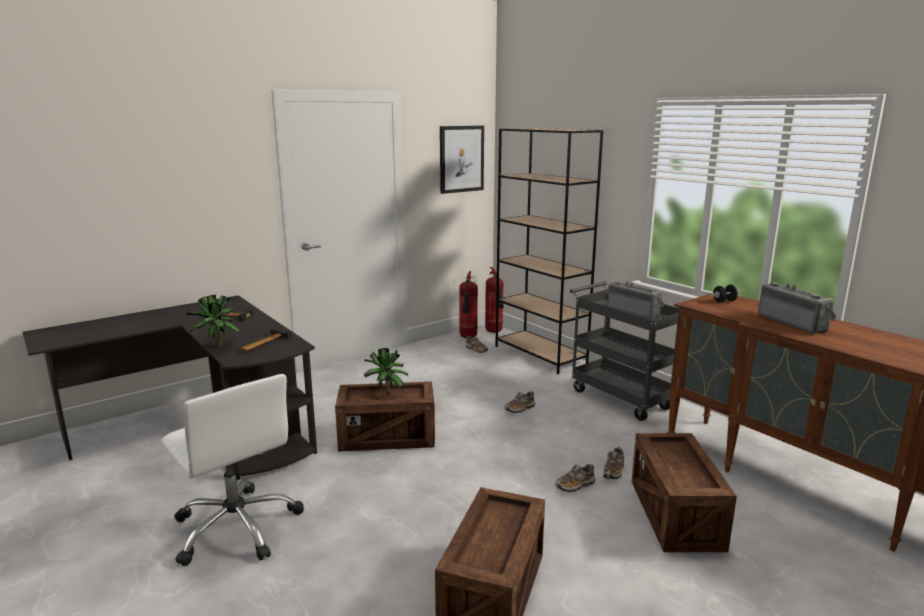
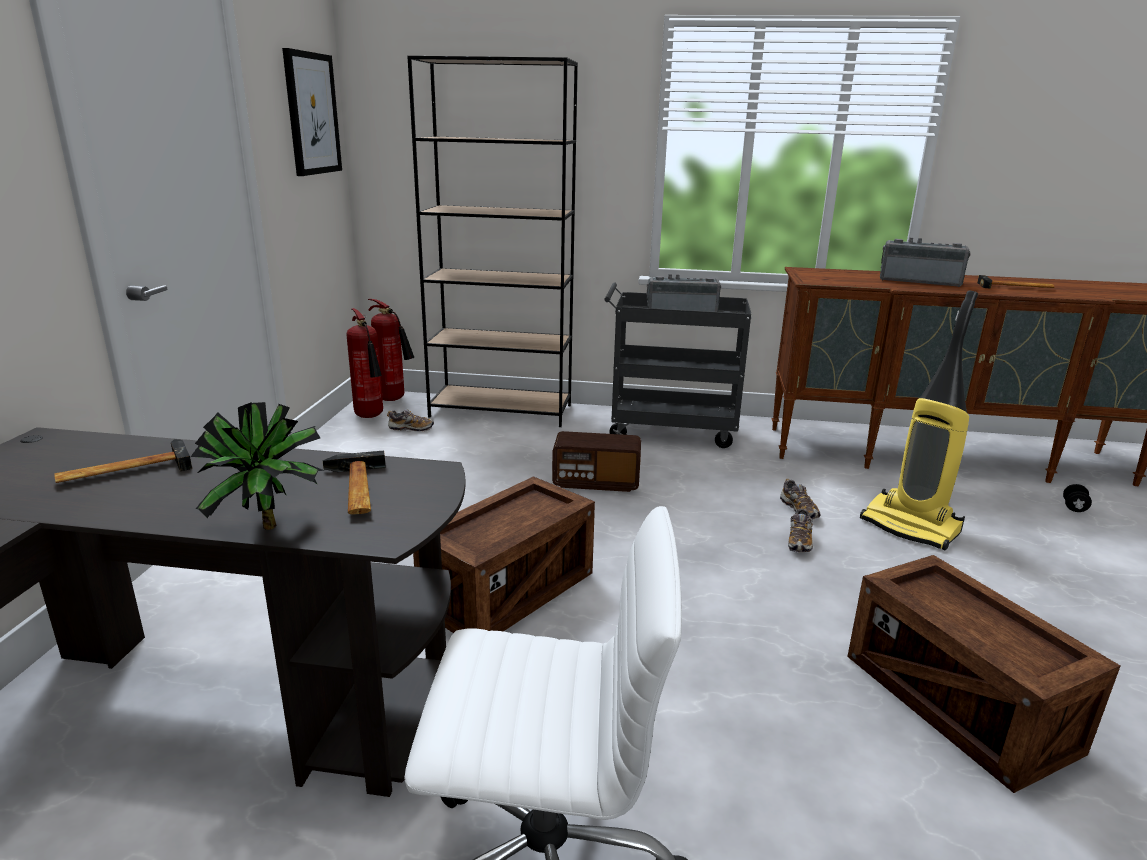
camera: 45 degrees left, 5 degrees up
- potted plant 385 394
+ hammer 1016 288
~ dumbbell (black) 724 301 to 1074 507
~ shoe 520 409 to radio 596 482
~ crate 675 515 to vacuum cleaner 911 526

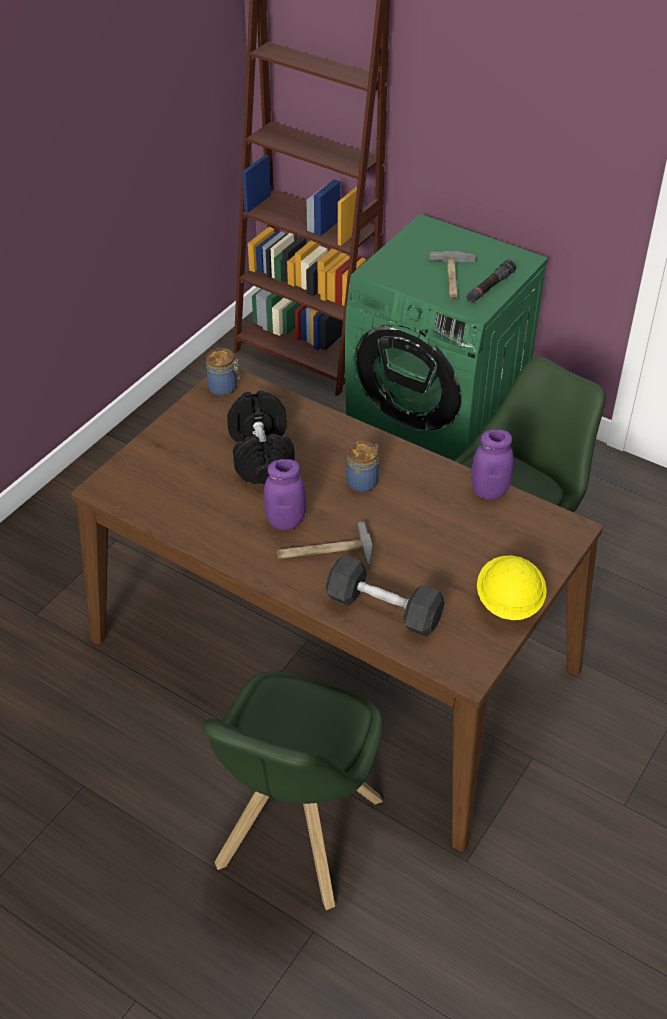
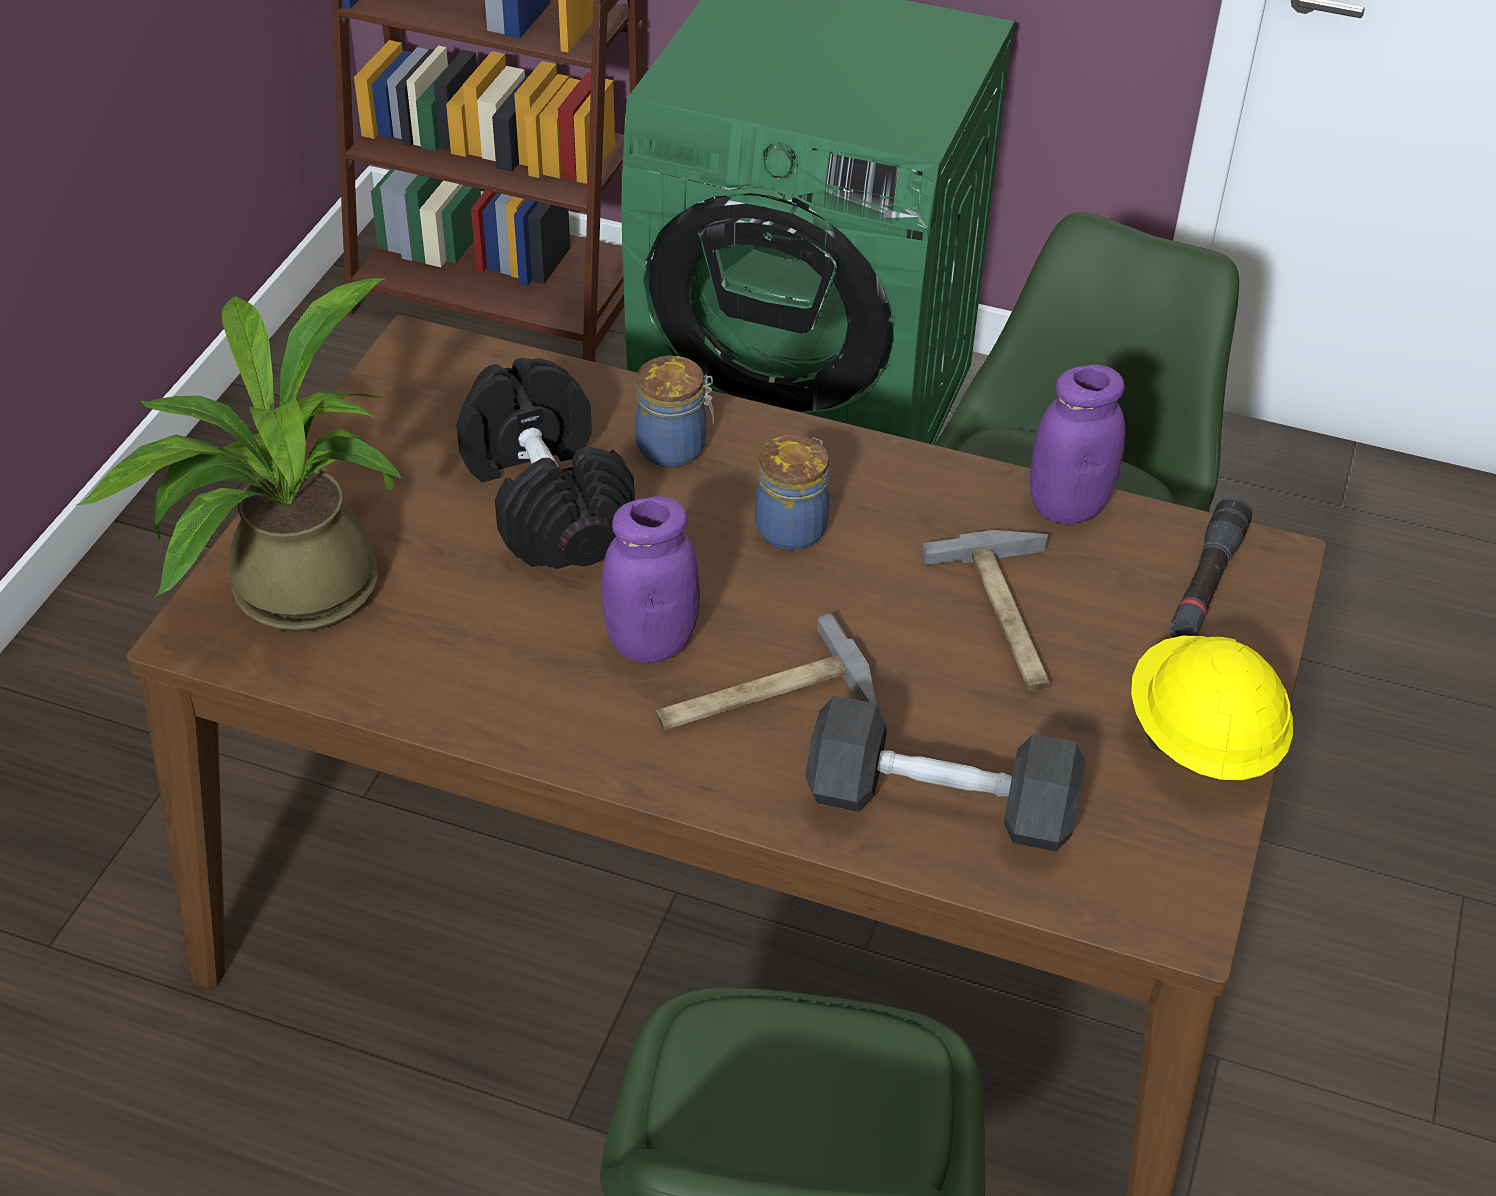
camera: 15 degrees left, 0 degrees up
+ potted plant 287 593
~ jar 224 388 to 674 448
~ hammer 453 278 to 1010 616
~ flashlight (black) 490 287 to 1206 583

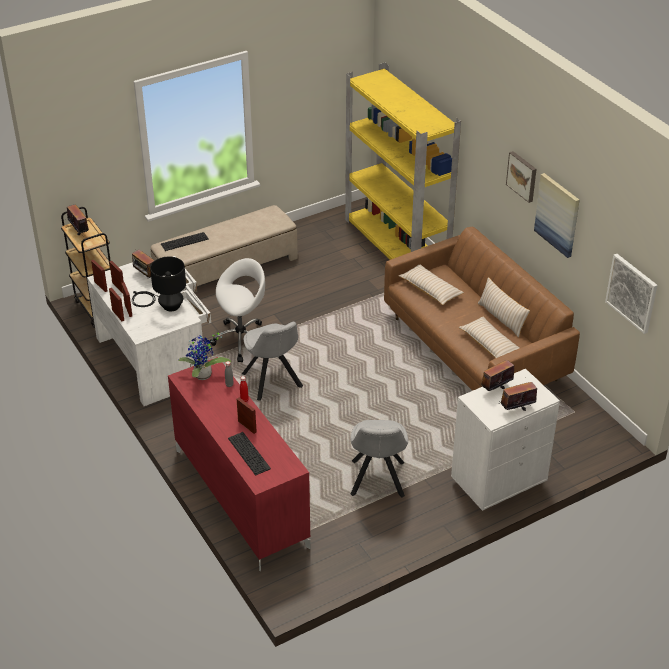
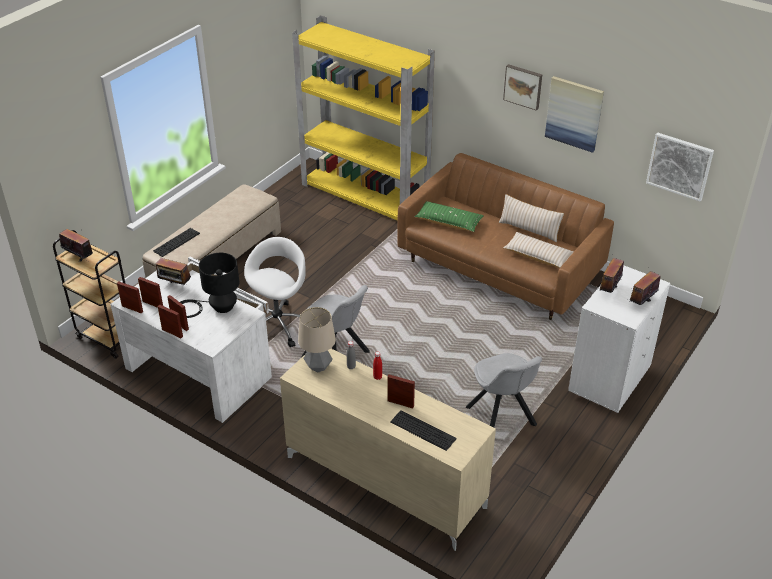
camera: 25 degrees left, 0 degrees up
~ potted plant 203 377 to table lamp 318 367
~ dresser (red) 240 498 to dresser (beige) 384 482
~ pillow (beige) 430 290 to pillow (green) 448 222

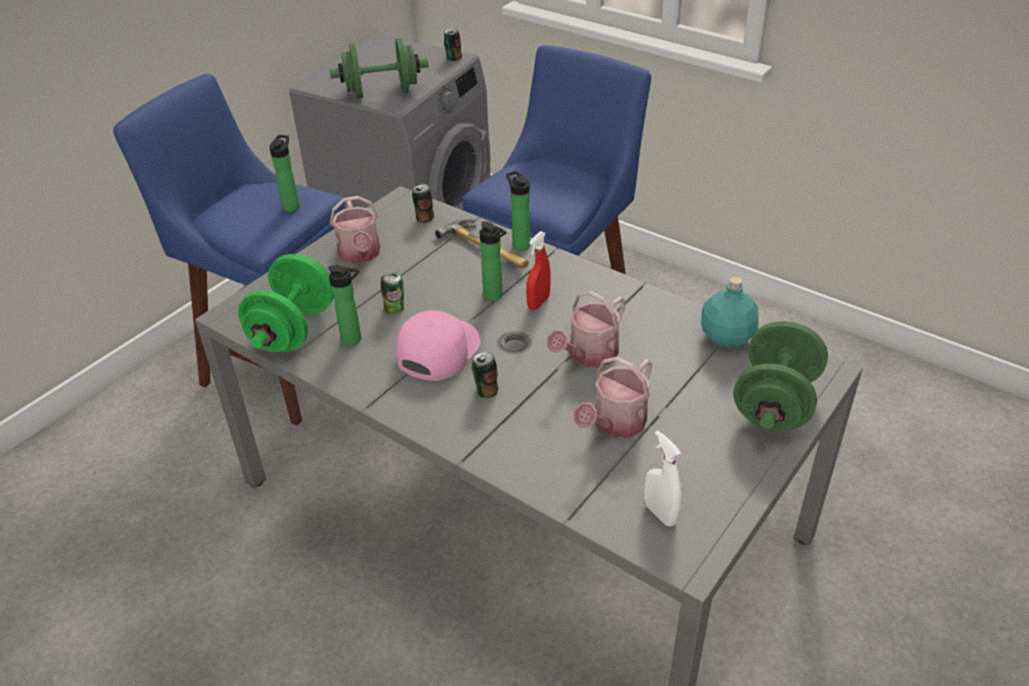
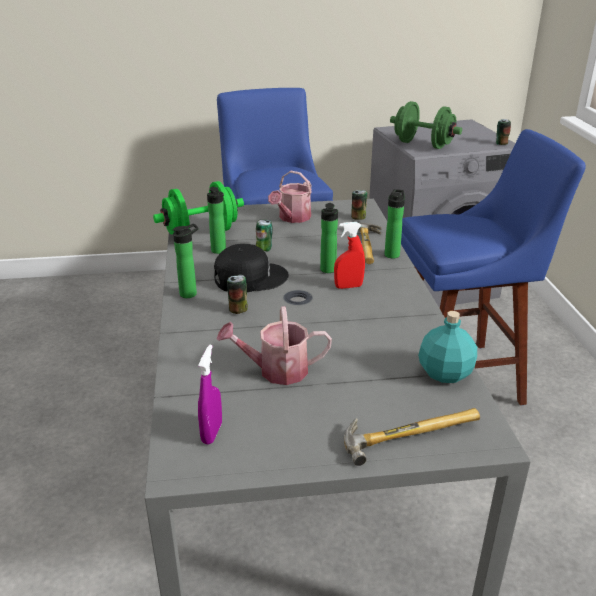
camera: 45 degrees right, 10 degrees down
- watering can 588 355
~ bottle 292 206 to 190 293
~ dumbbell (green) 775 403 to hammer 407 432
~ cap (pink) 437 350 to cap (black) 250 277
~ spray bottle (white) 660 514 to spray bottle (purple) 212 433

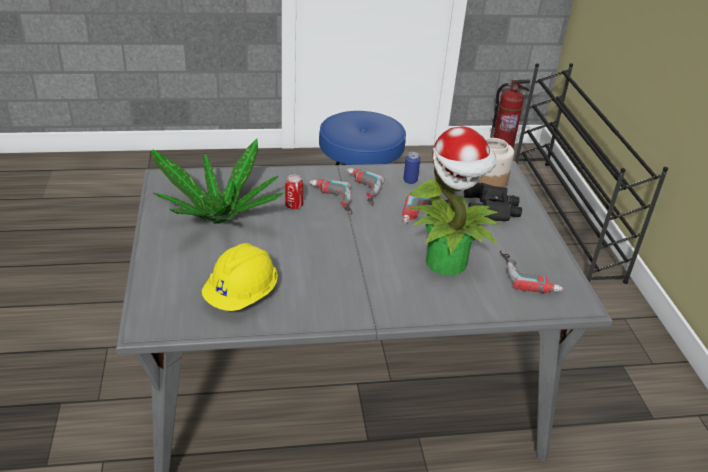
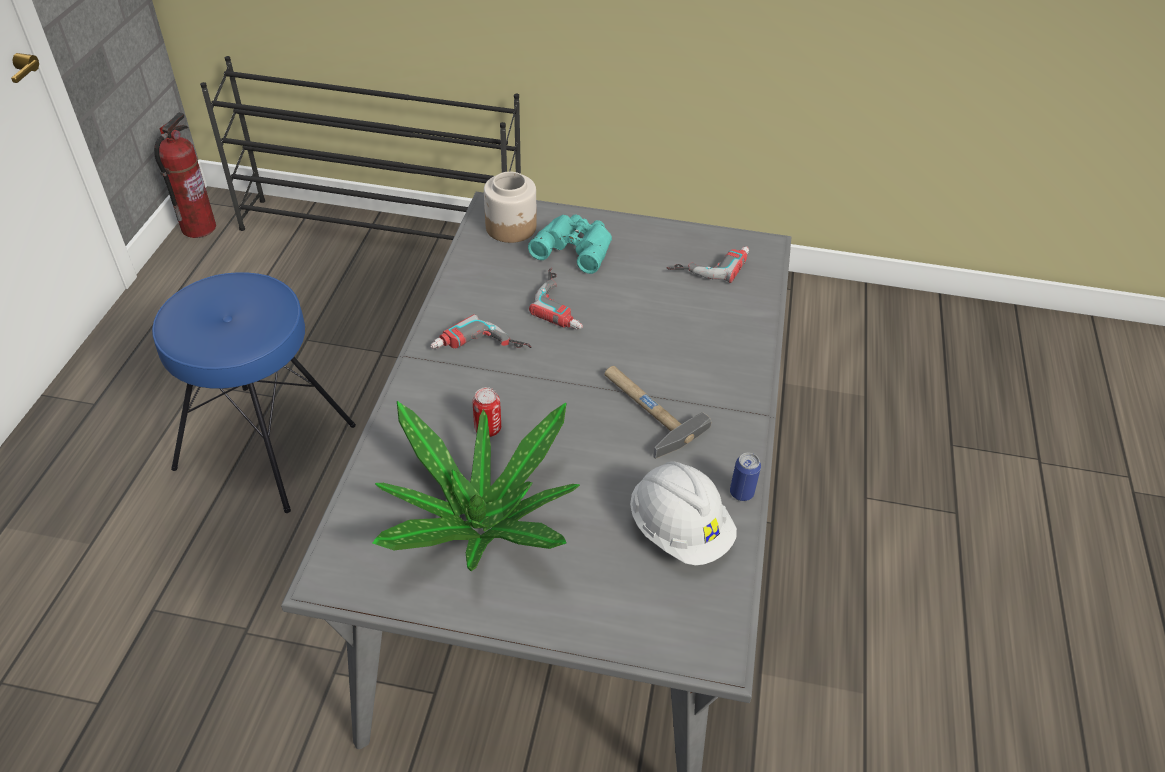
camera: 70 degrees left, 10 degrees up
- power drill 330 201
- potted plant 447 263
+ hammer 645 410
~ can 410 181 to 741 493
~ hard hat (yellow) 242 296 to hard hat (white) 679 530
~ binoculars (black) 492 209 to binoculars (turquoise) 575 247

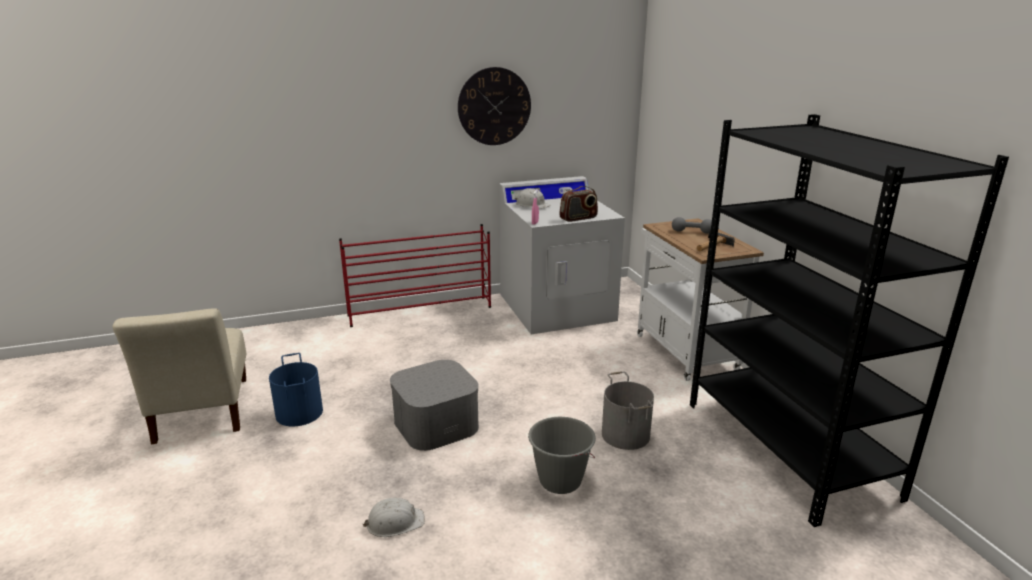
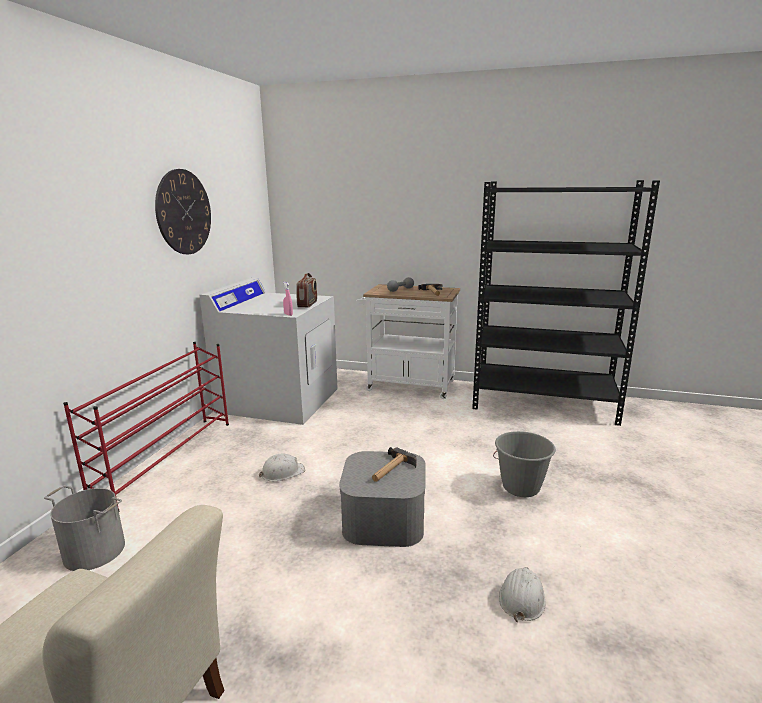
camera: 55 degrees left, 5 degrees down
- bucket (blue) 300 412
+ hammer 391 469
~ hard hat (white) 532 205 to 282 472
~ bucket (grey) 625 435 to 93 551

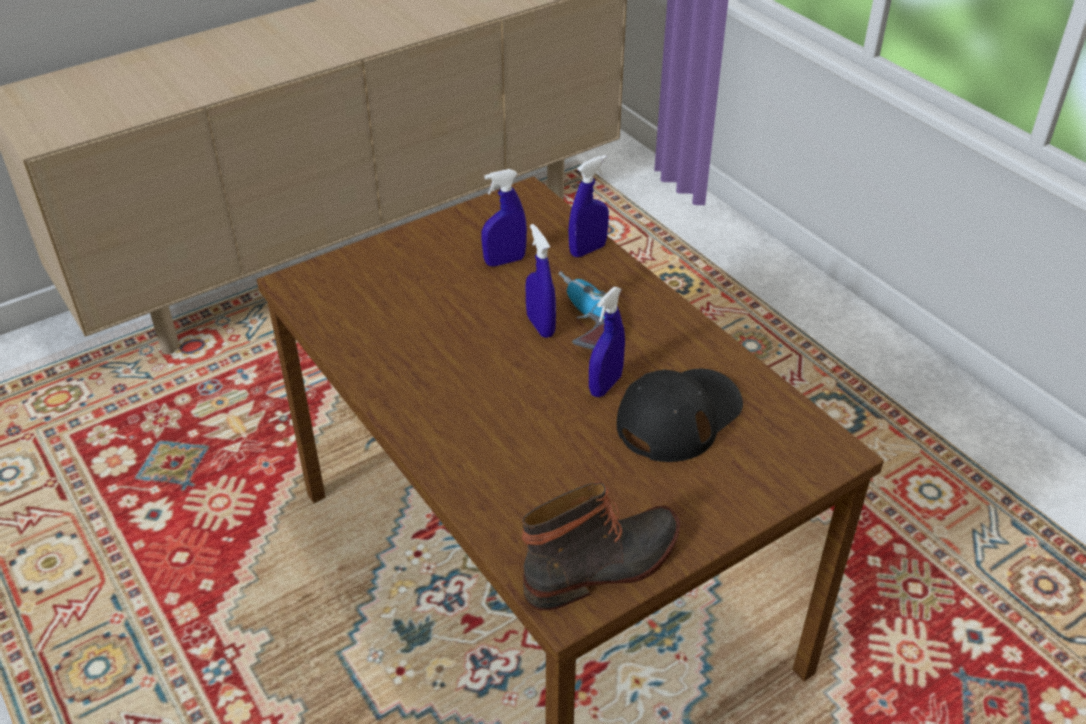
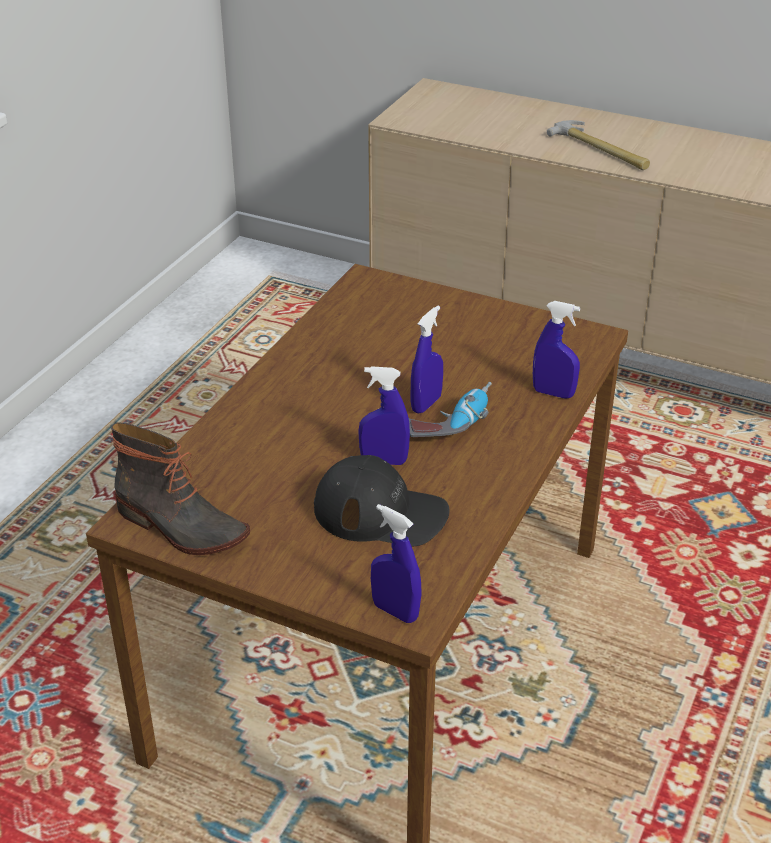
camera: 60 degrees right, 5 degrees down
+ hammer 600 150
~ spray bottle (blue) 504 261 to 395 611

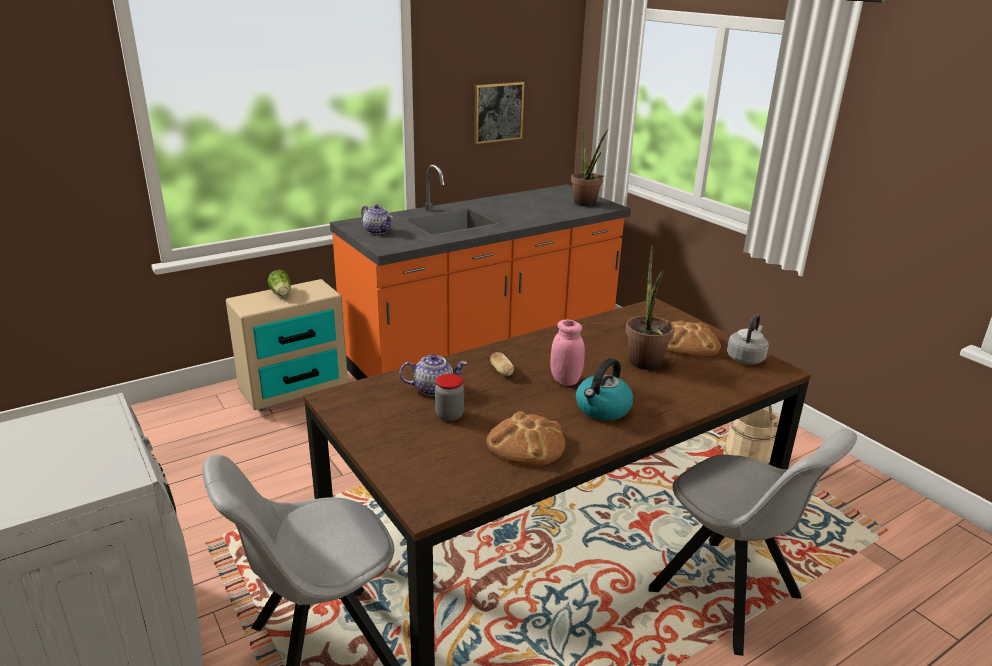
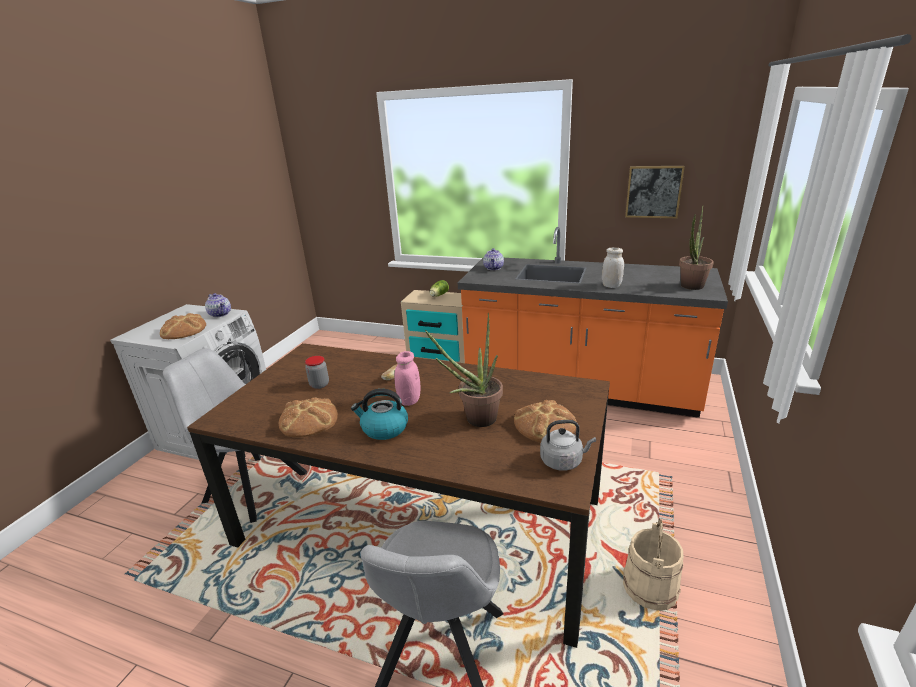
camera: 55 degrees right, 0 degrees up
+ bread 184 330
+ jar (white) 611 286
~ teapot 433 388 to 220 314

